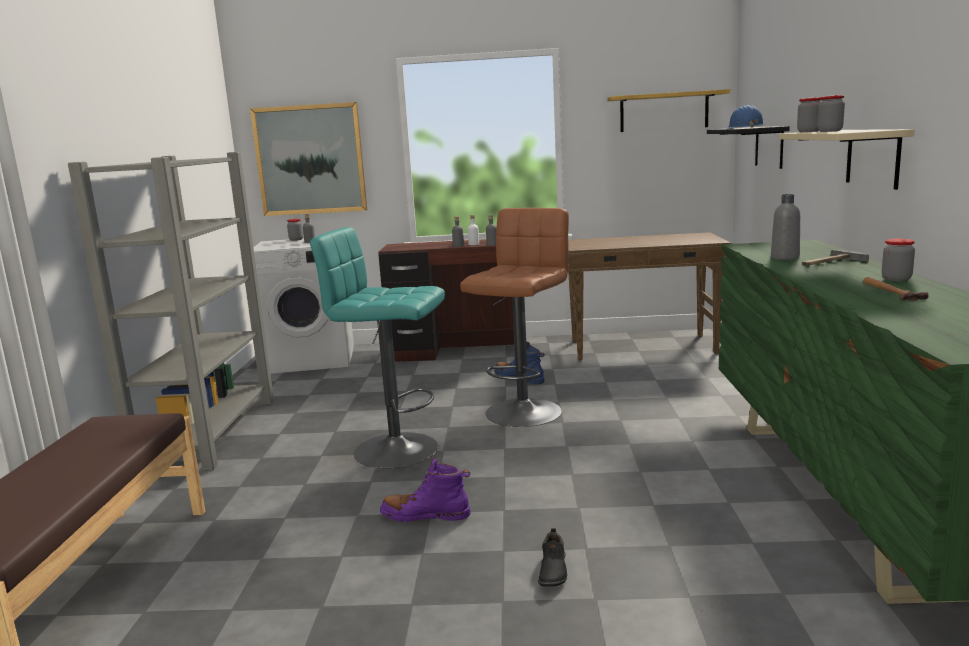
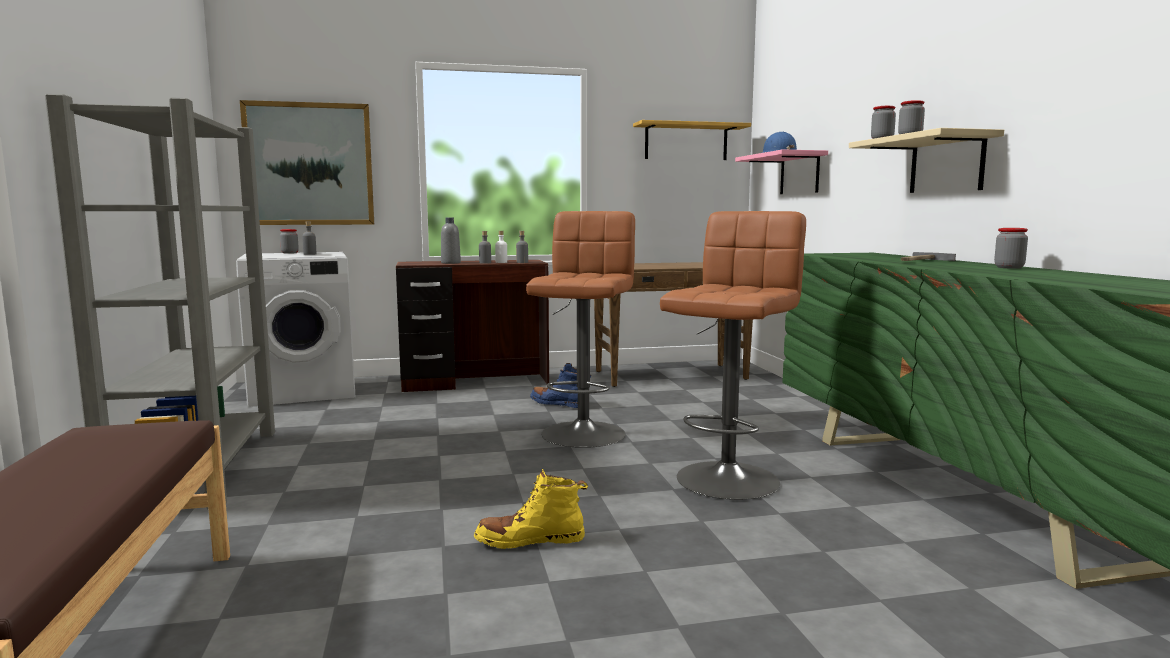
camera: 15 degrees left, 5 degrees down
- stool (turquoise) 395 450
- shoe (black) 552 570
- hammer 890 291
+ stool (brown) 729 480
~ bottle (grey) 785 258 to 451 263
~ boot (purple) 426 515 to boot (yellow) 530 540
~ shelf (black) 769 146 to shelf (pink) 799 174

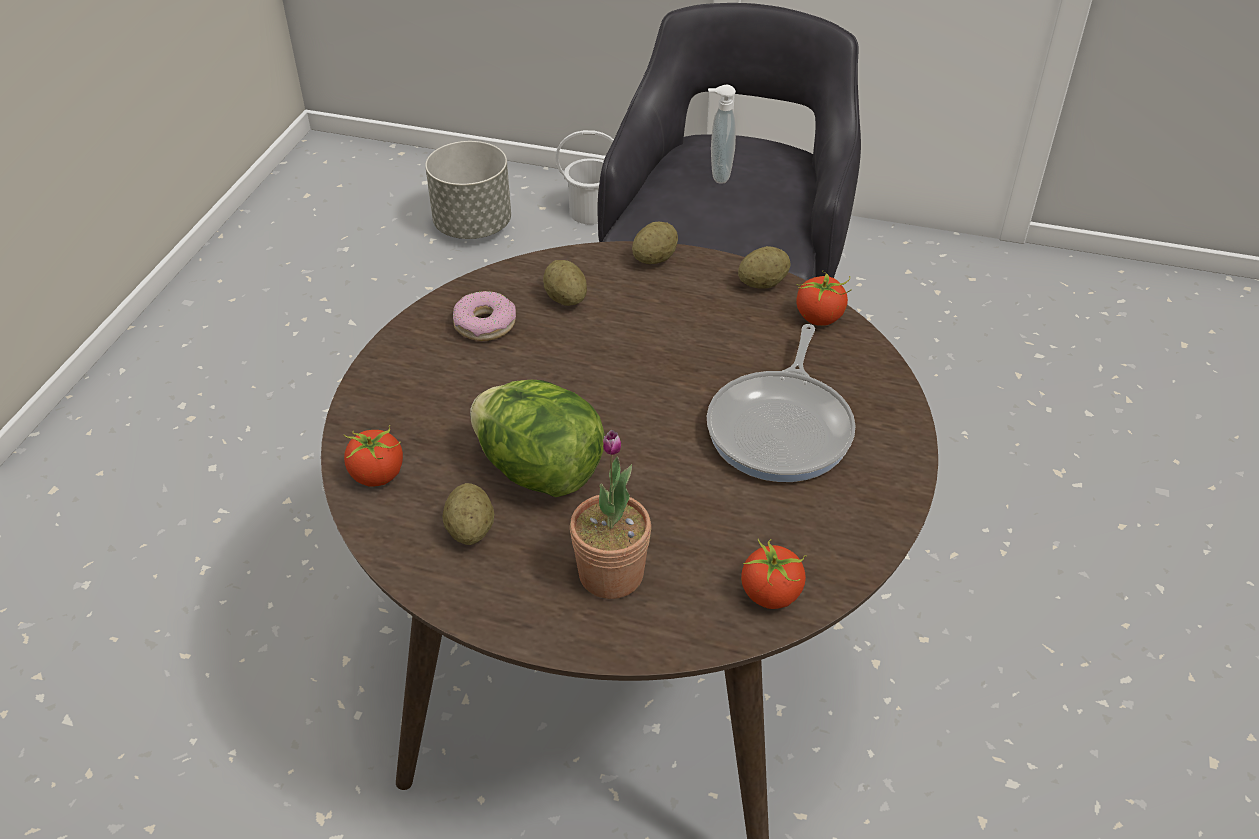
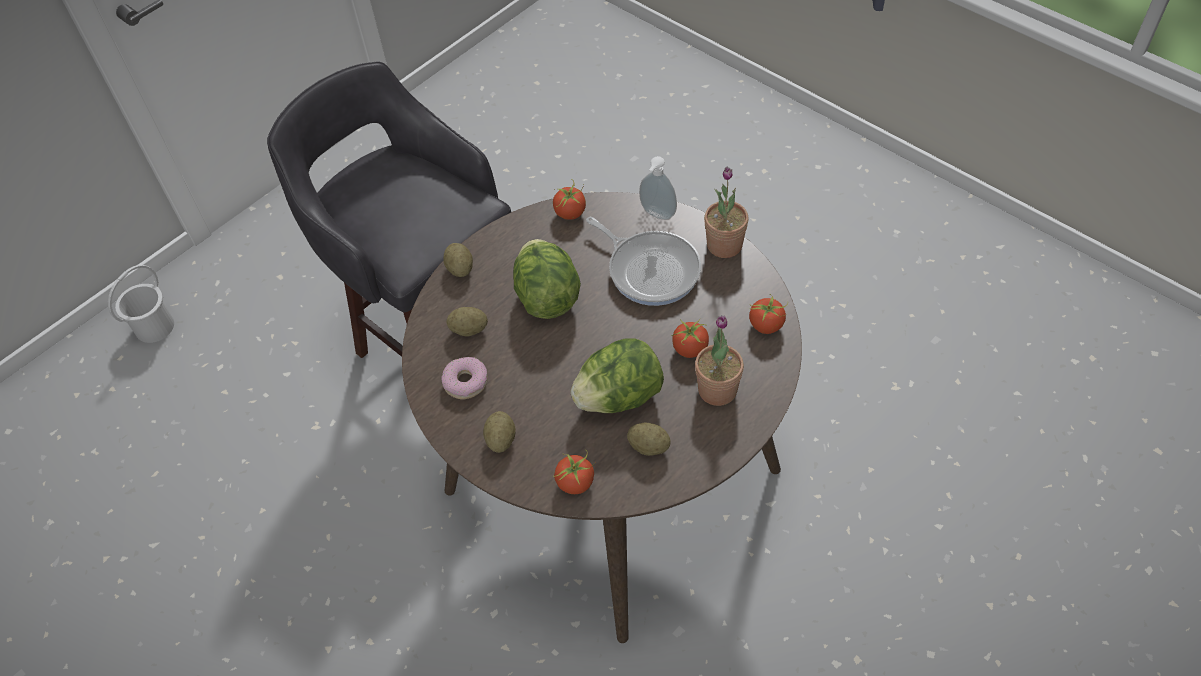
camera: 60 degrees left, 10 degrees up
- planter (grey) 472 226
+ lettuce 547 297
+ tomato 690 349
+ potted plant 724 245
~ soap dispenser 718 175 to 657 215
~ potato 762 283 to 501 439

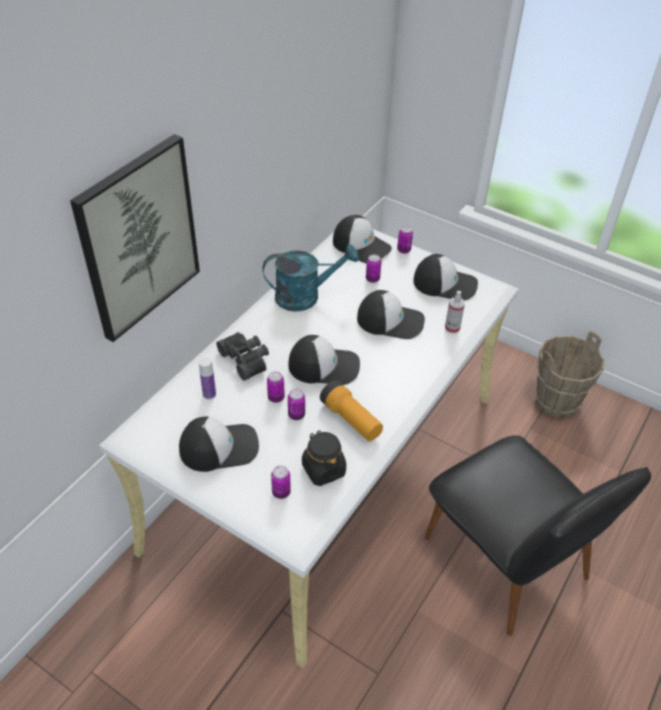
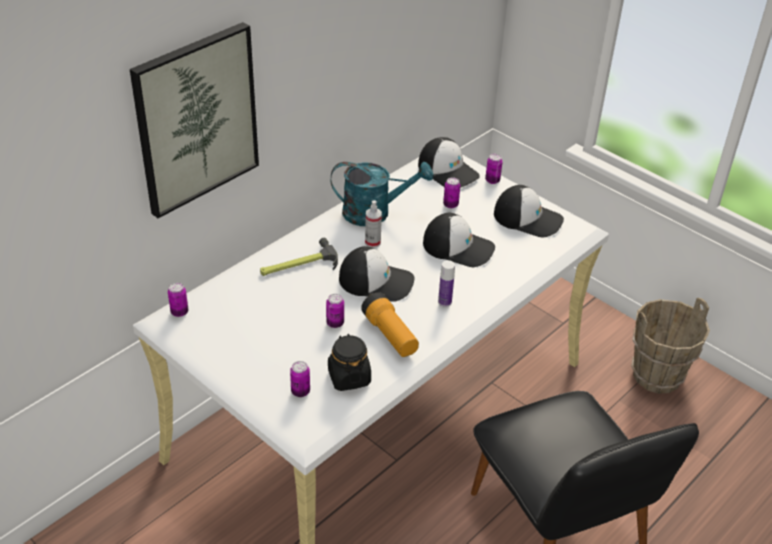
camera: 10 degrees right, 5 degrees down
- cap 219 447
~ bottle 209 394 to 444 302
~ can 276 397 to 179 312
~ spray bottle 452 328 to 372 242
~ binoculars (black) 246 359 to hammer 298 265

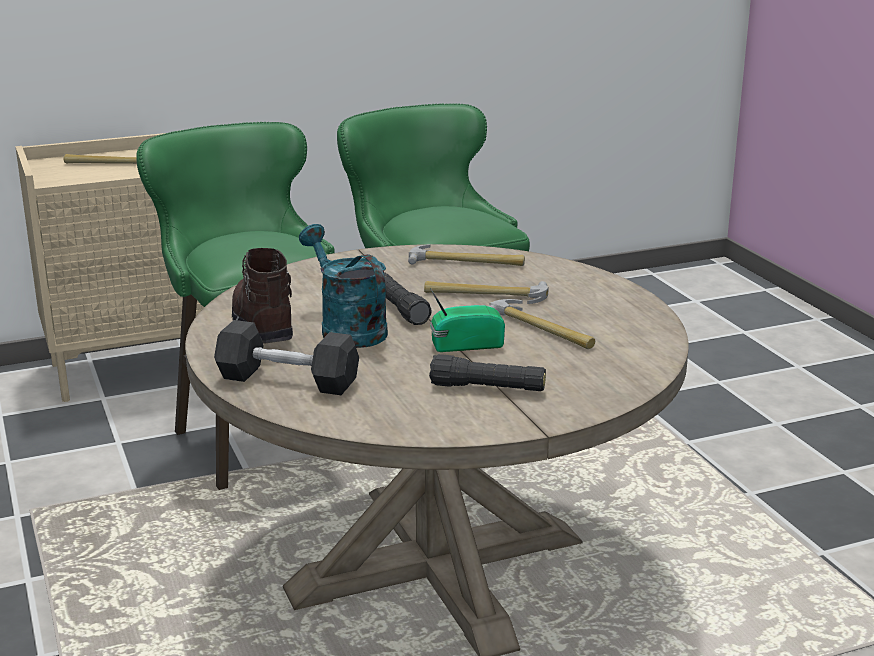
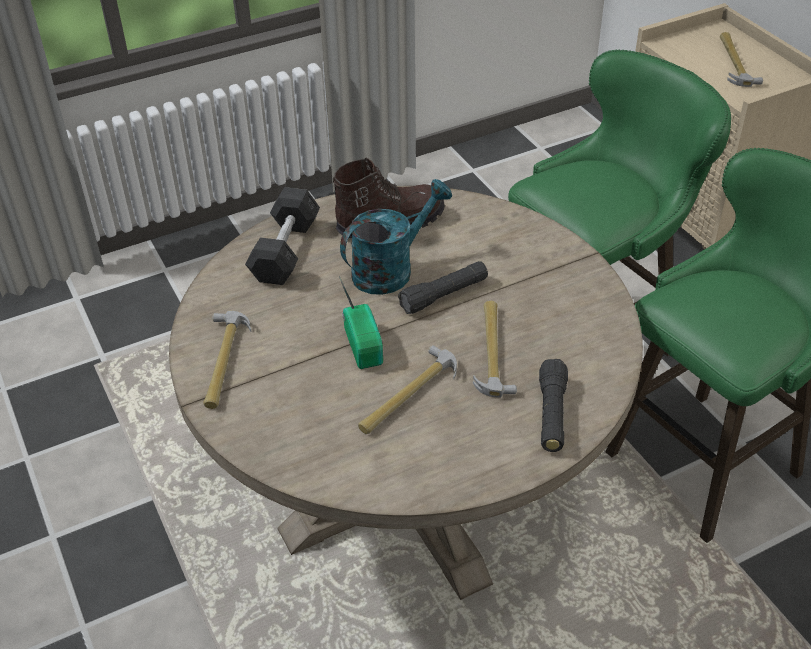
camera: 85 degrees right, 20 degrees up
~ hammer 466 262 to 223 361
~ flashlight (black) 487 388 to 551 414

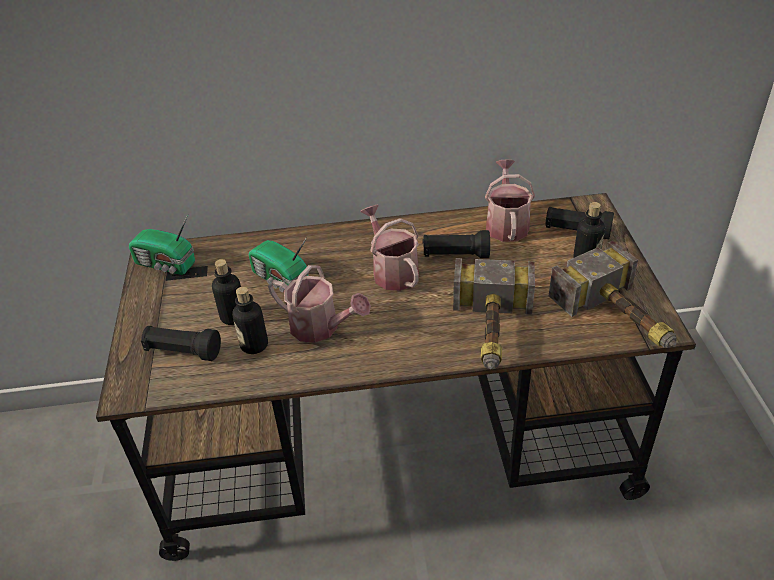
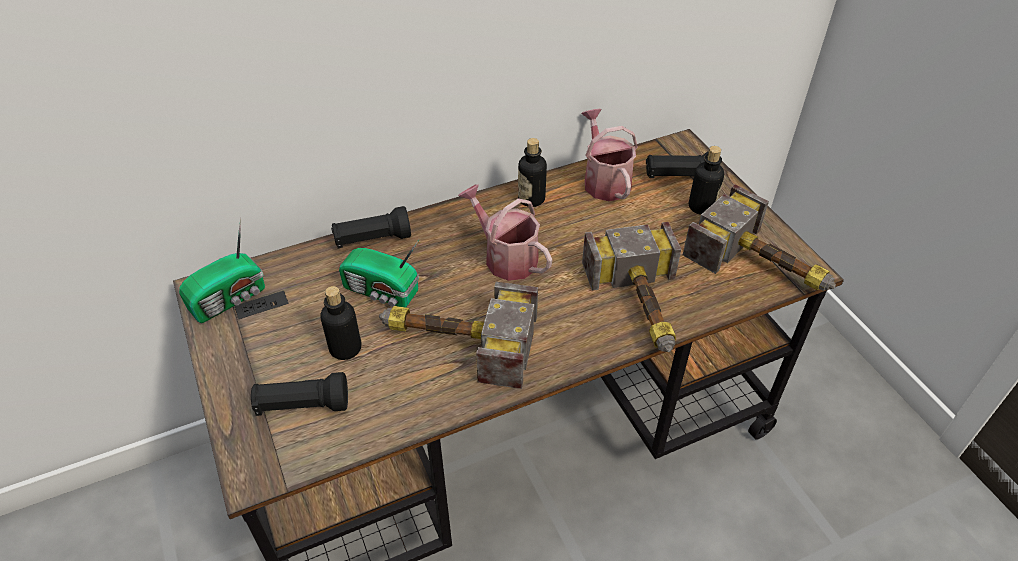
camera: 20 degrees left, 5 degrees up
~ bottle 254 345 to 531 199
~ flashlight (black) 455 255 to 372 239
~ watering can 320 327 to hammer 455 341
~ radio 166 264 = 230 299 45 degrees counterclockwise

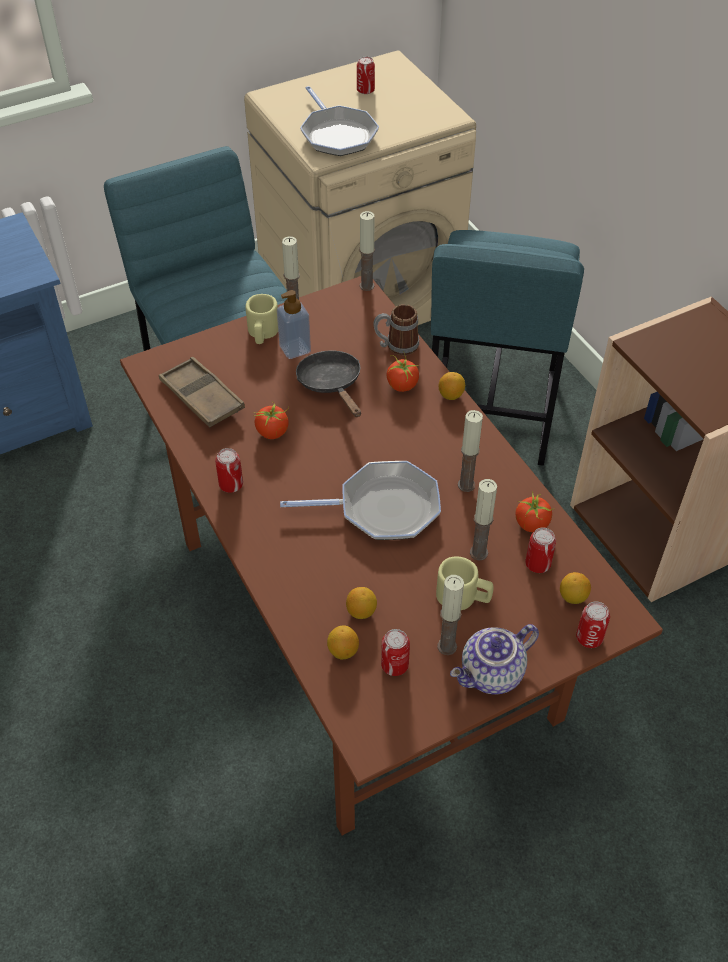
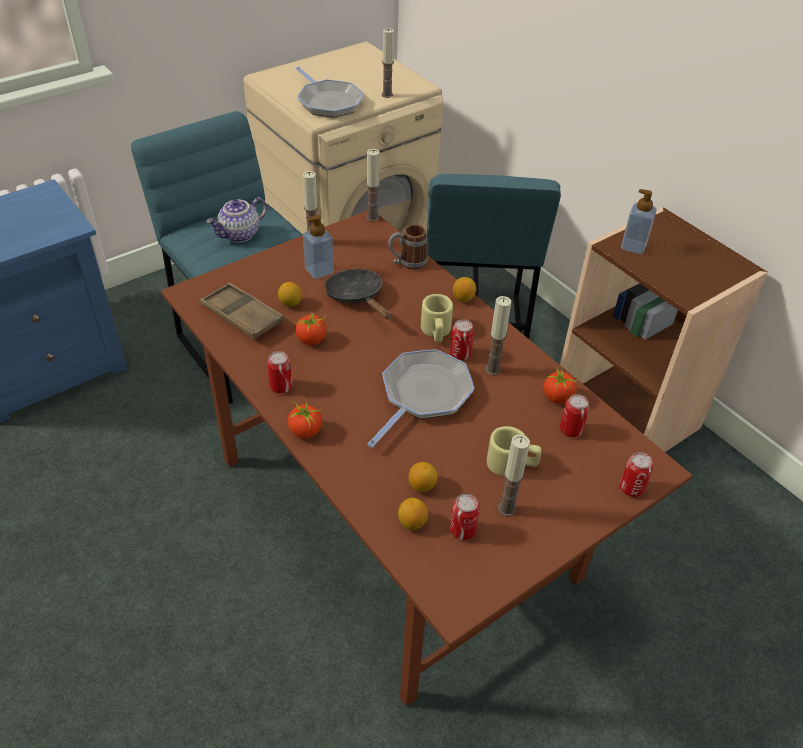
camera: 10 degrees left, 5 degrees down
+ soap dispenser 633 246
~ mug (beige) 262 333 to 436 331
~ can 365 90 to 460 354
~ tomato 402 385 to 305 431
~ teapot 492 675 to 240 235
~ candle 478 553 to 387 95
~ lemon 573 597 to 290 303
~ frying pan 383 508 = 423 395 45 degrees counterclockwise

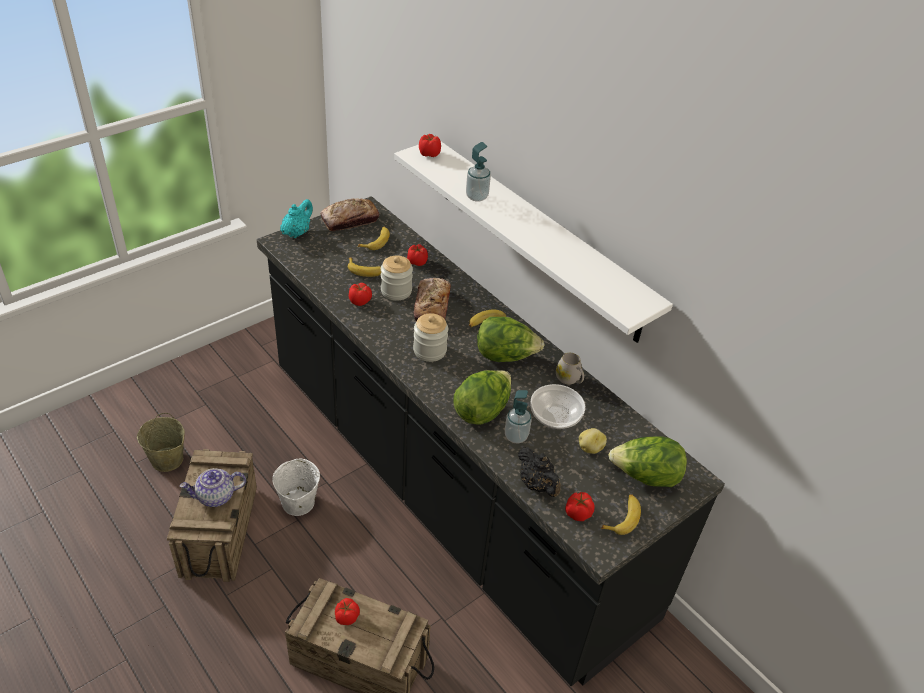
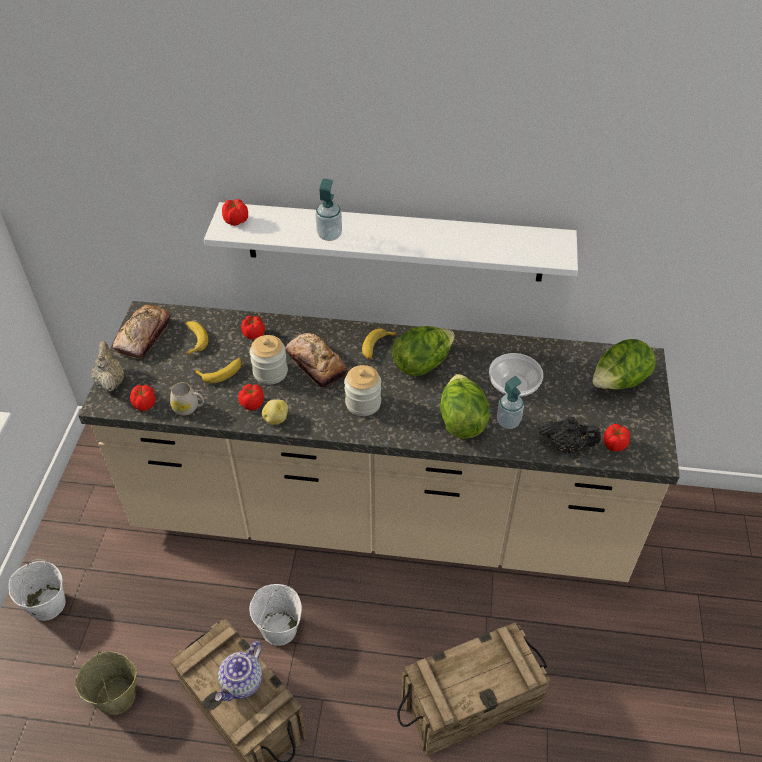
camera: 40 degrees left, 5 degrees up
- banana 622 517
+ bucket (white) 47 604
~ tomato 346 617 to 144 405
~ mug (white) 569 379 to 189 408
~ potato 590 448 to 276 419
~ counter (black) 449 488 to counter (beige) 381 515
~ teapot (turquoise) 297 233 to teapot (beige) 110 382

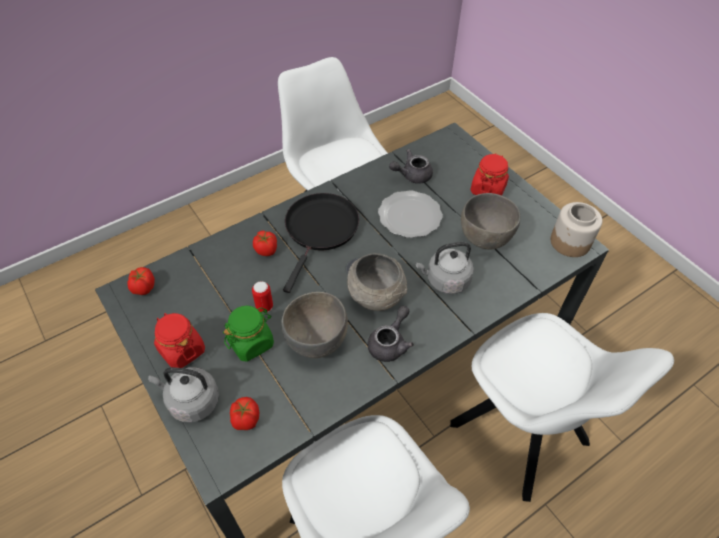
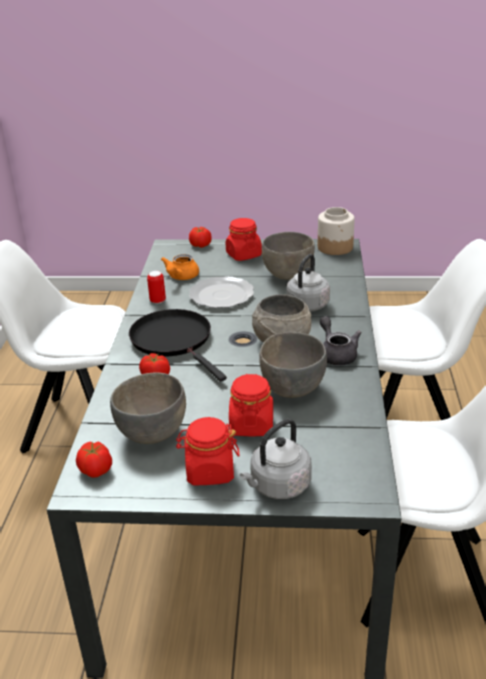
camera: 50 degrees left, 20 degrees down
+ bowl (grey) 153 433
~ tomato 245 419 to 200 245
~ can 264 306 to 157 301
~ jar (green) 251 342 to jar (red) 251 425
~ teapot (grey) 412 175 to teapot (orange) 181 277

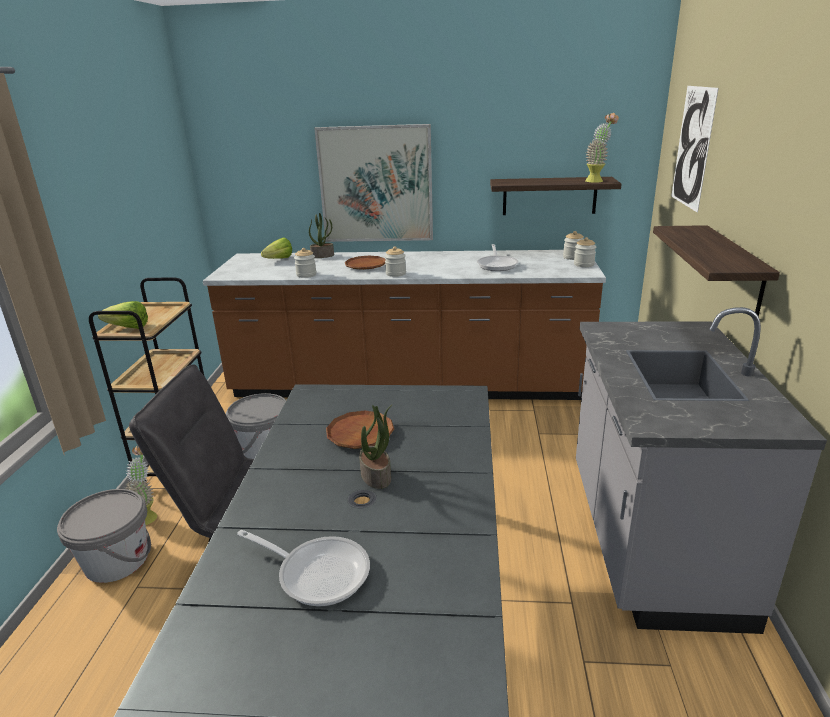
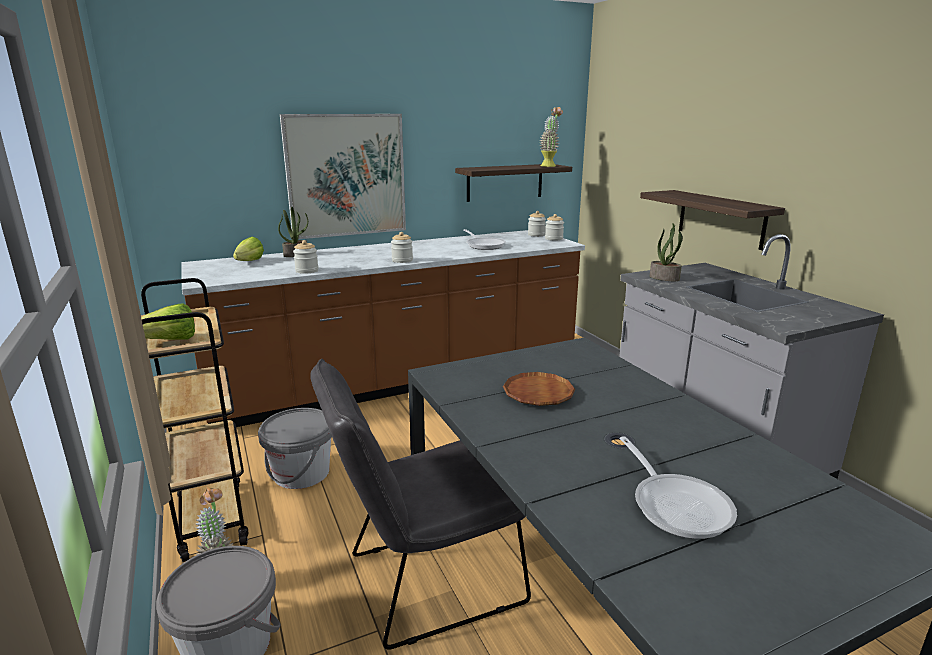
camera: 30 degrees left, 5 degrees down
- plate (brown) 365 266
- picture 692 147
~ potted plant 376 476 to 665 278
~ frying pan 318 572 = 677 505 75 degrees clockwise

